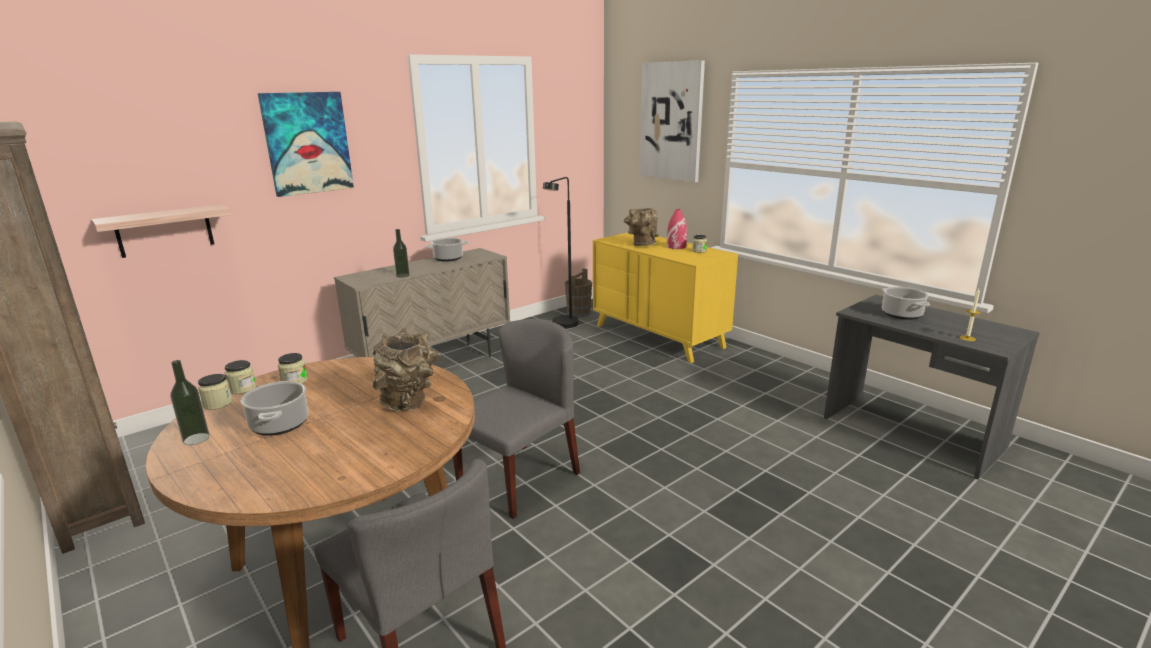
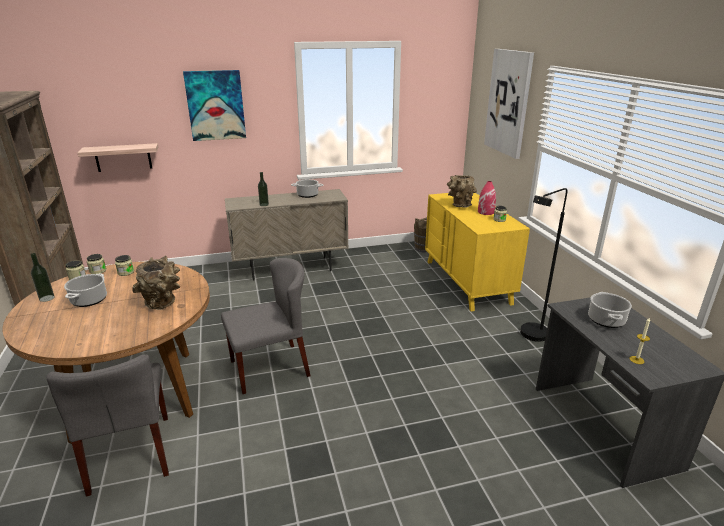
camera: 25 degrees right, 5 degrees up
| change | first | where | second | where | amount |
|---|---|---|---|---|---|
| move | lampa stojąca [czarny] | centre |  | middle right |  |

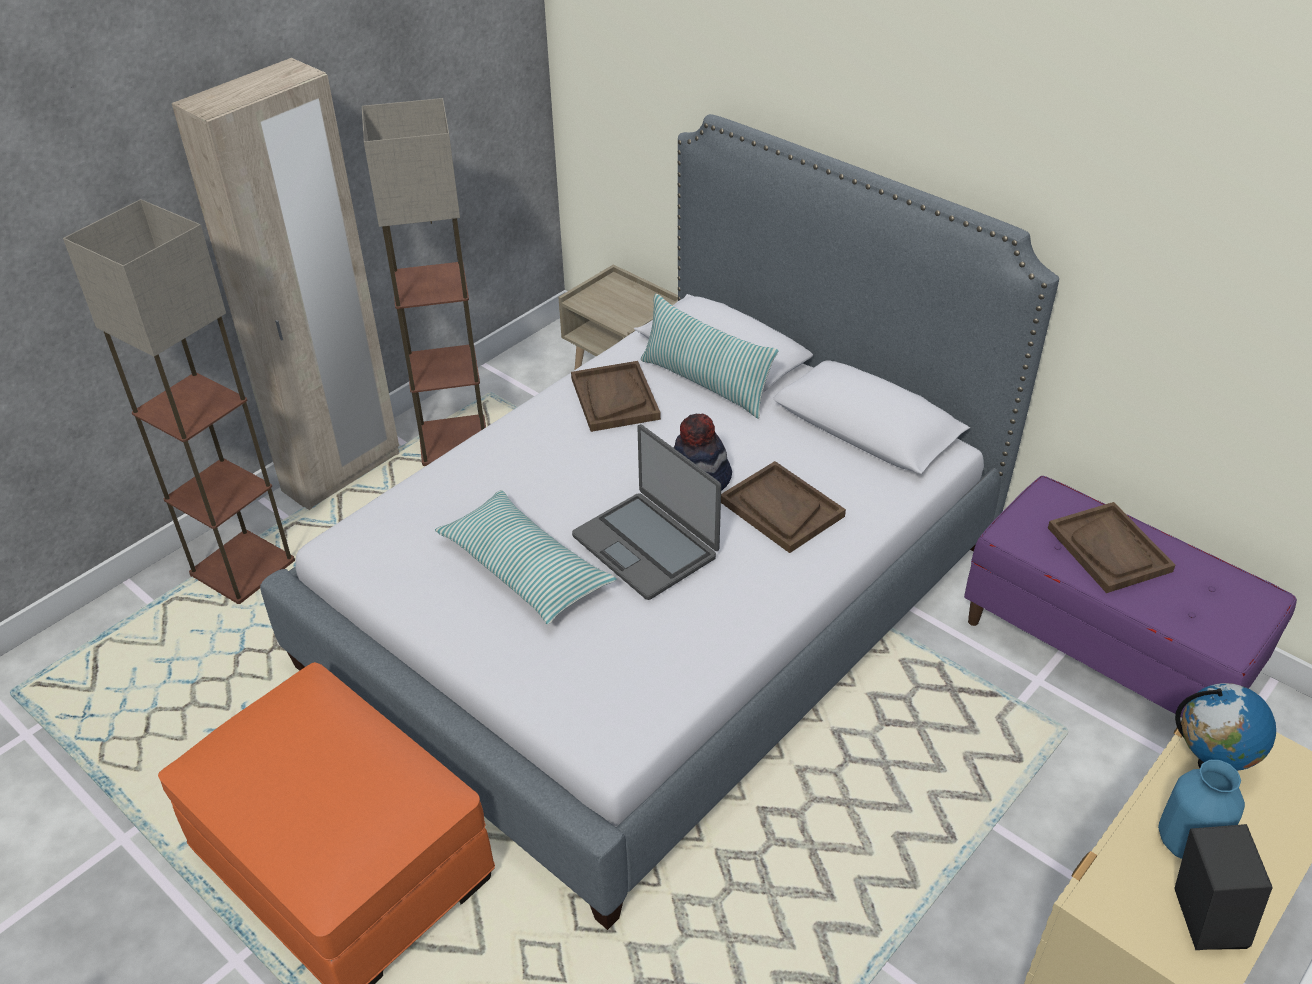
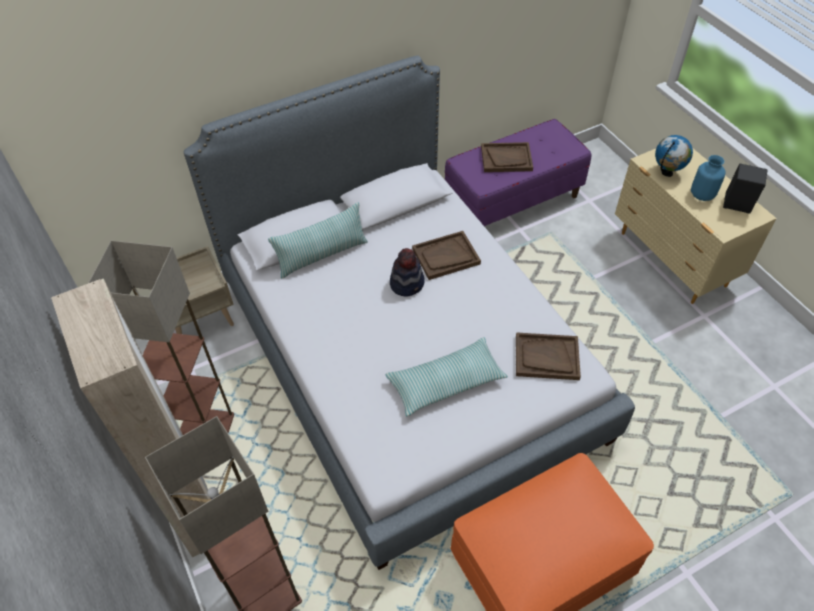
camera: 70 degrees left, 10 degrees up
| change | first | where | second | where | amount |
|---|---|---|---|---|---|
| delete | laptop | centre |  |  |  |
| move | taca [brązowy] (1st from left in the first image) | centre | taca [brązowy] (3rd from left) | middle right |  |

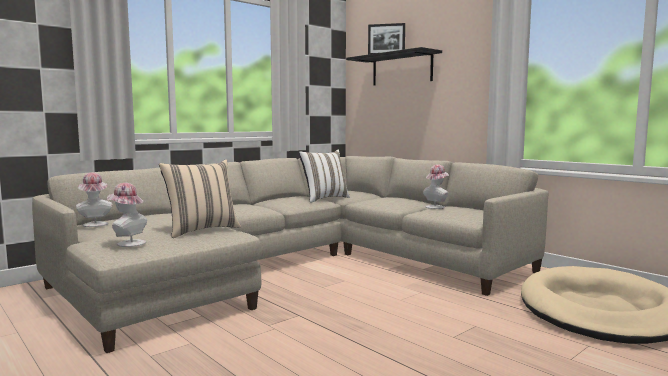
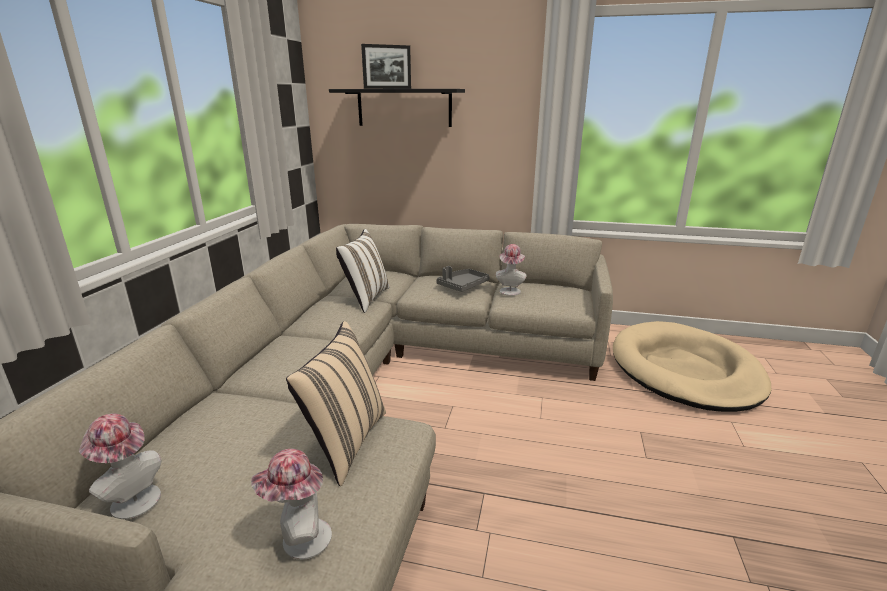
camera: 35 degrees left, 15 degrees up
| change | first | where | second | where | amount |
|---|---|---|---|---|---|
| insert |  |  | taca [szary] | centre |  |

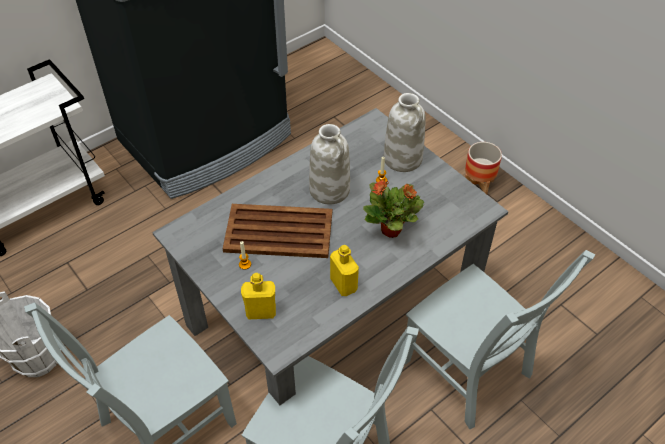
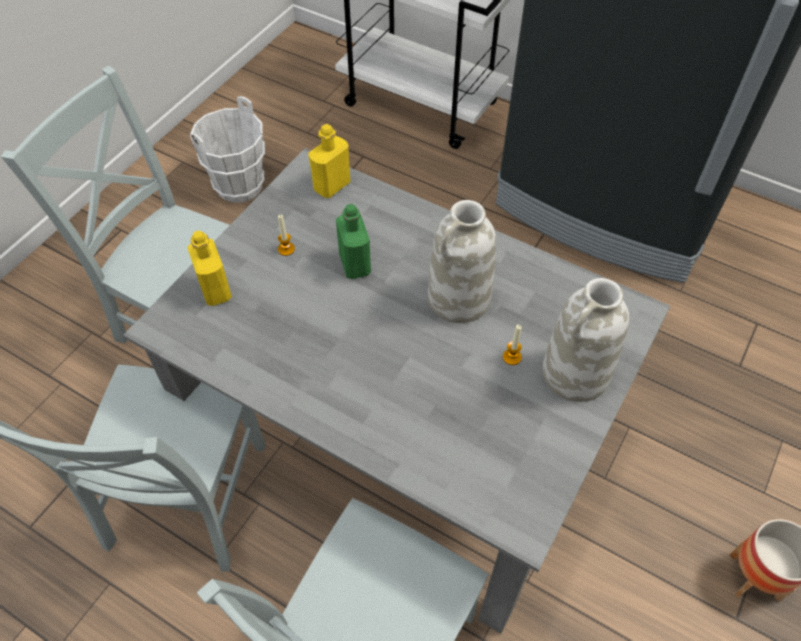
camera: 70 degrees right, 5 degrees up
| change | first | where | second | where | amount |
|---|---|---|---|---|---|
| delete | roślina doniczkowa | centre |  |  |  |
| move | butelka [żółty] (2nd from left) | centre |  | top centre |  |
| replace | taca [brązowy] | centre | butelka [zielony] | centre |  |

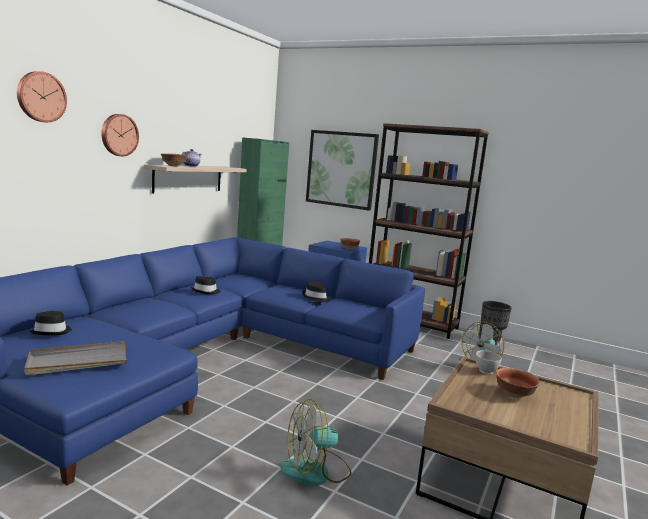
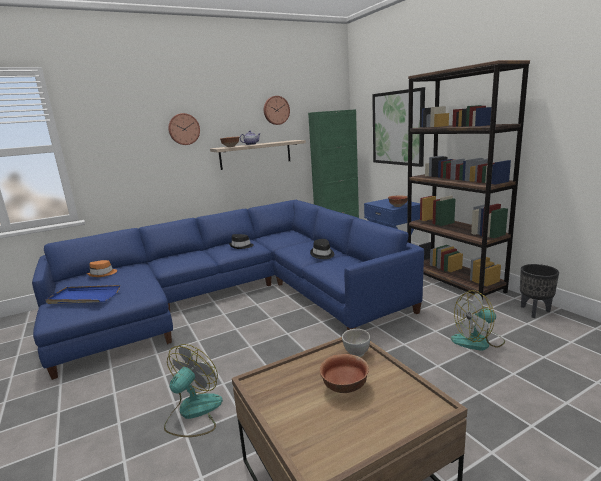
camera: 35 degrees right, 5 degrees up
| change | first | where | second | where | amount |
|---|---|---|---|---|---|
| move | zegar ścienny (1st from left in the first image) | top left | zegar ścienny (2nd from left) | top centre |  |
| recolor | taca [szary] | bottom left | taca [niebieski] | middle left |  |
| recolor | kapelusz [czarny] (1st from left) | middle left | kapelusz [pomarańczowy] | middle left |  |
| rotate | wentylator (1st from left) | bottom centre |  | bottom left | 105 degrees clockwise |

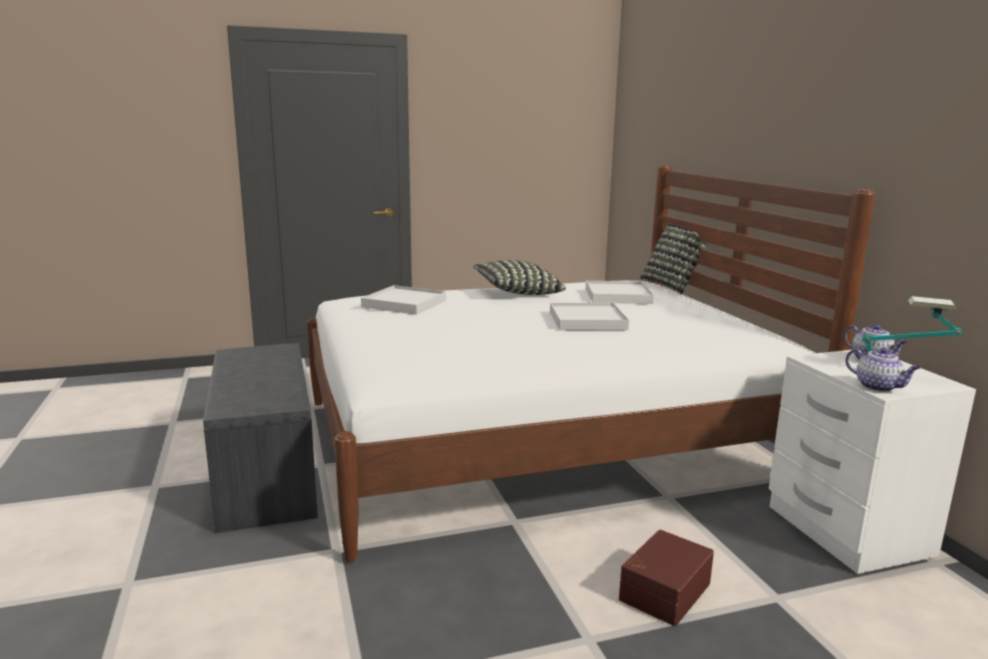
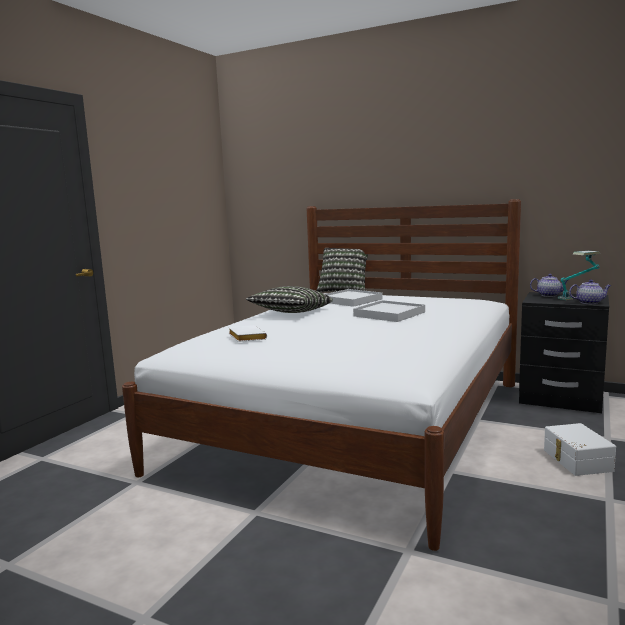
camera: 45 degrees left, 5 degrees down
| change | first | where | second | where | amount |
|---|---|---|---|---|---|
| delete | ławka [szary] | middle left |  |  |  |
| replace | taca [biały] (1st from left) | centre | książka [biały] | centre |  |
| recolor | pojemnik do przechowywania [brązowy] | bottom right | pojemnik do przechowywania [biały] | bottom right |  |
| recolor | szafka nocna [biały] | bottom right | szafka nocna [czarny] | middle right |  |

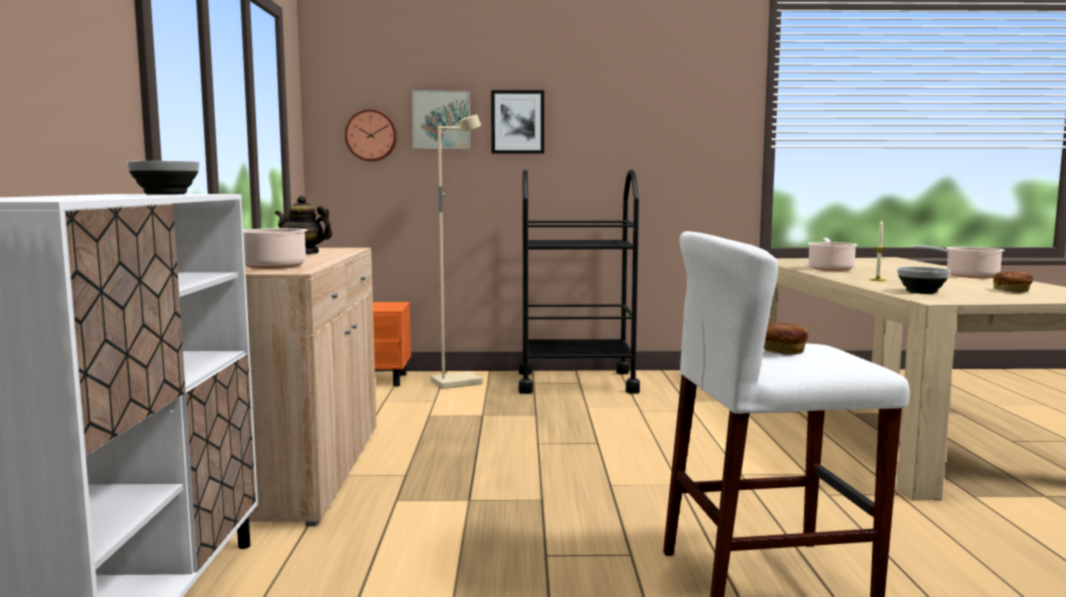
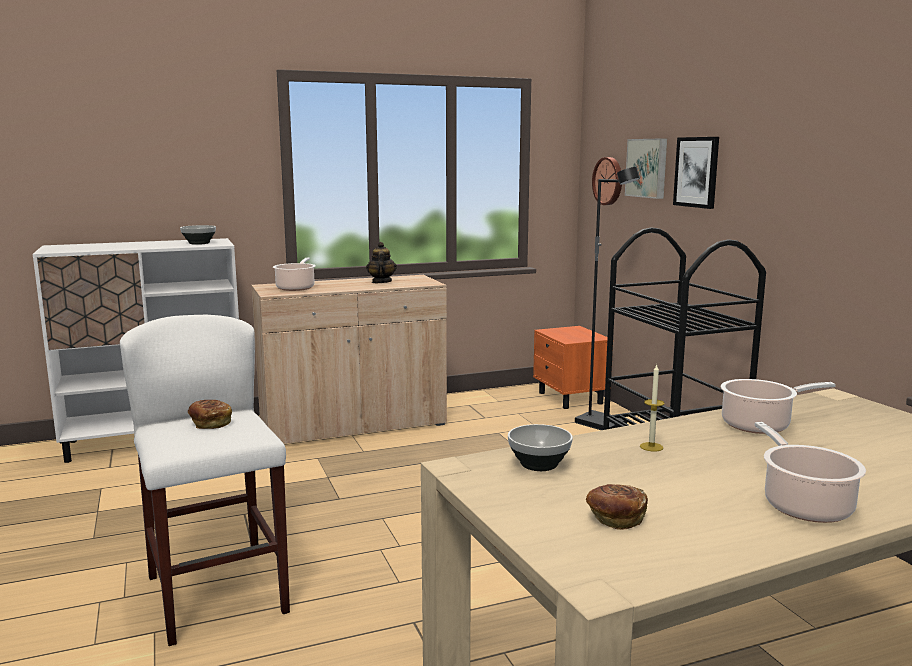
camera: 70 degrees right, 5 degrees up
| change | first | where | second | where | amount |
|---|---|---|---|---|---|
| recolor | lampa stojąca [beżowy] | centre | lampa stojąca [czarny] | centre |  |

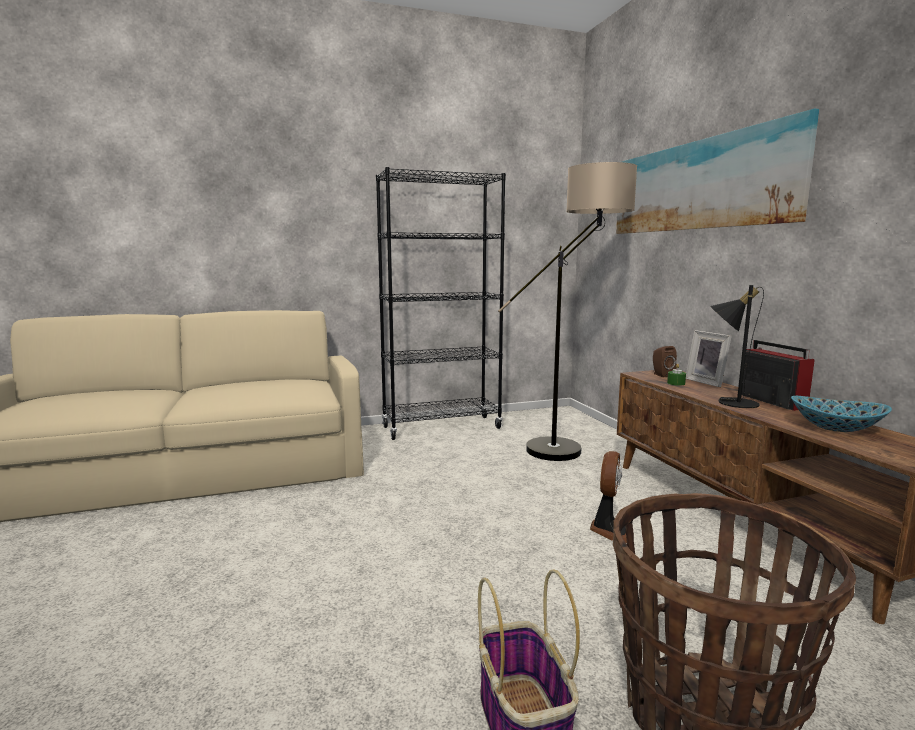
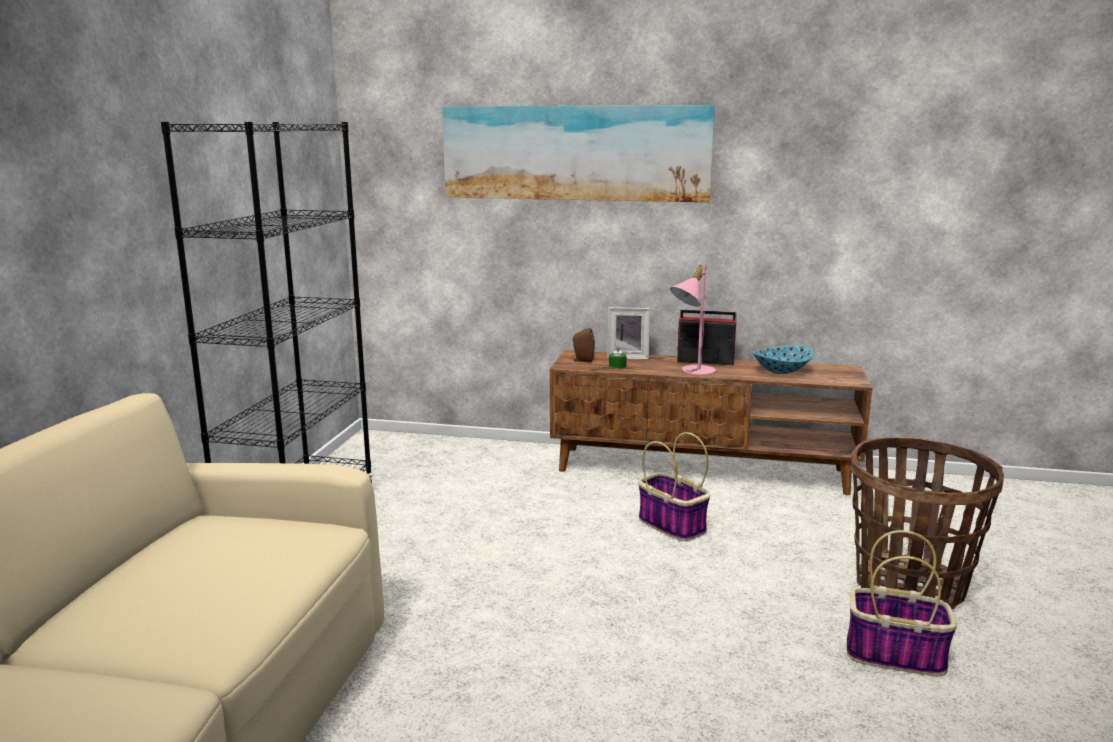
camera: 60 degrees left, 5 degrees up
| change | first | where | second | where | amount |
|---|---|---|---|---|---|
| delete | lampa stojąca | centre |  |  |  |
| replace | wentylator | bottom centre | koszyk (1st from left) | centre |  |
| recolor | lampa stołowa [czarny] | middle right | lampa stołowa [różowy] | centre |  |

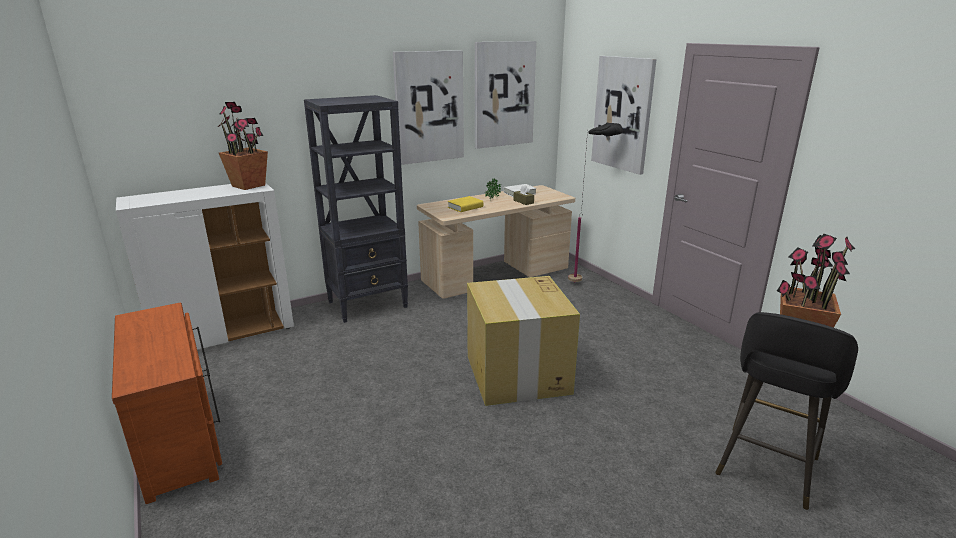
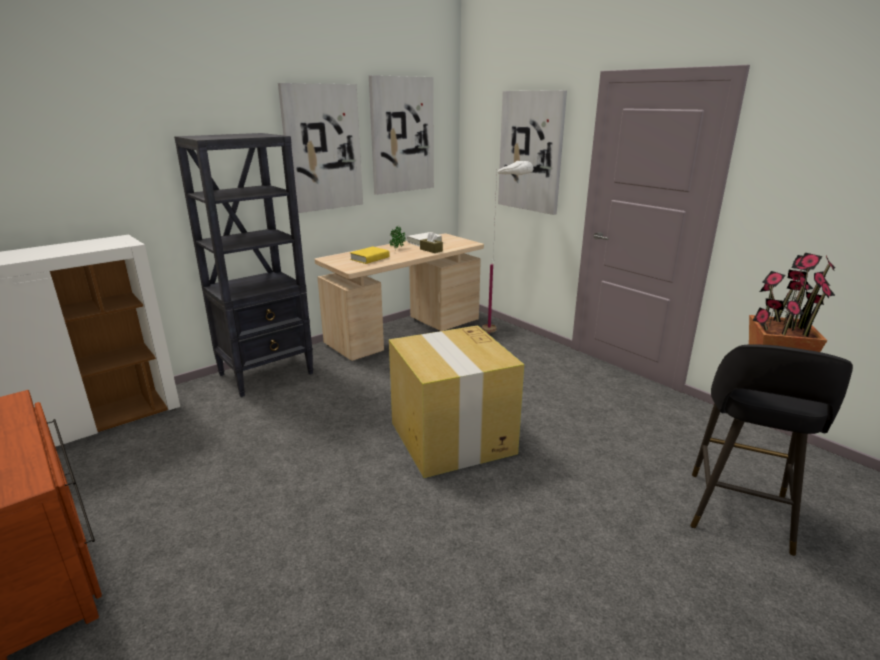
camera: 10 degrees left, 0 degrees up
| change | first | where | second | where | amount |
|---|---|---|---|---|---|
| delete | roślina doniczkowa (1st from left) | top left |  |  |  |
| recolor | lampa stojąca [czarny] | centre | lampa stojąca [biały] | centre |  |

